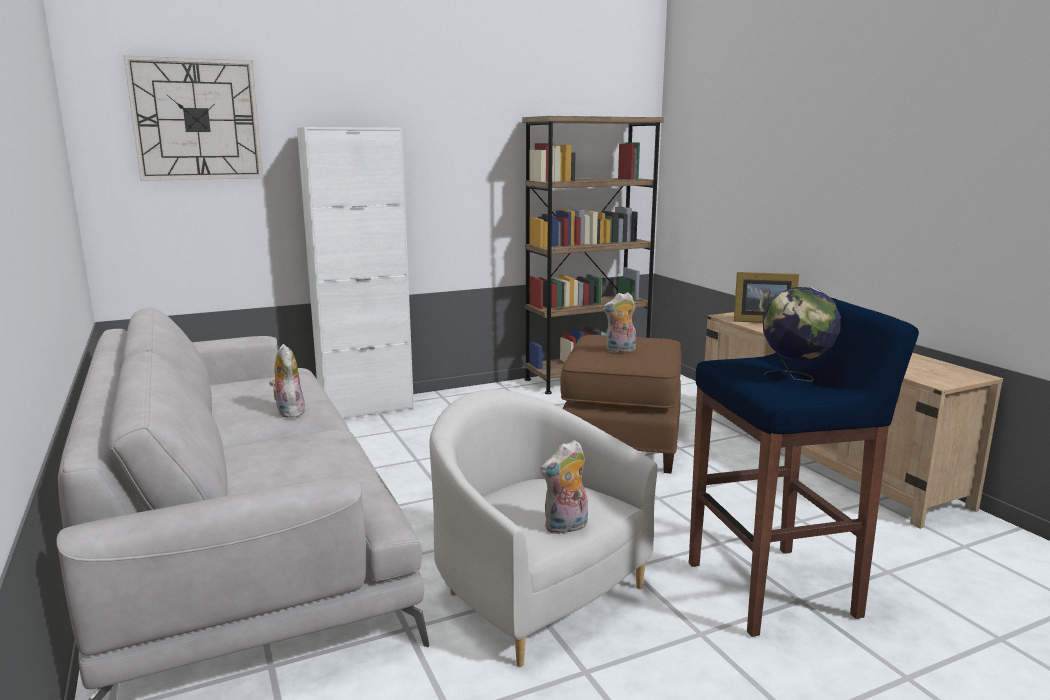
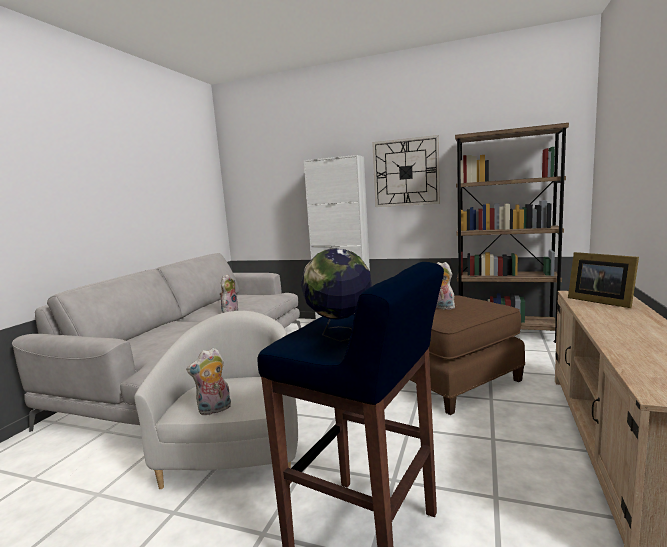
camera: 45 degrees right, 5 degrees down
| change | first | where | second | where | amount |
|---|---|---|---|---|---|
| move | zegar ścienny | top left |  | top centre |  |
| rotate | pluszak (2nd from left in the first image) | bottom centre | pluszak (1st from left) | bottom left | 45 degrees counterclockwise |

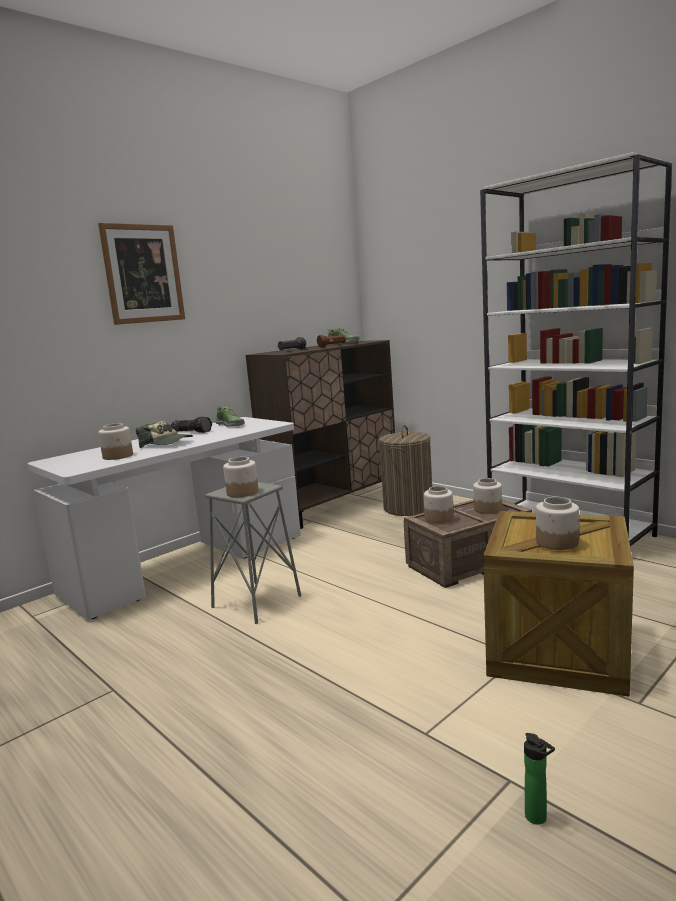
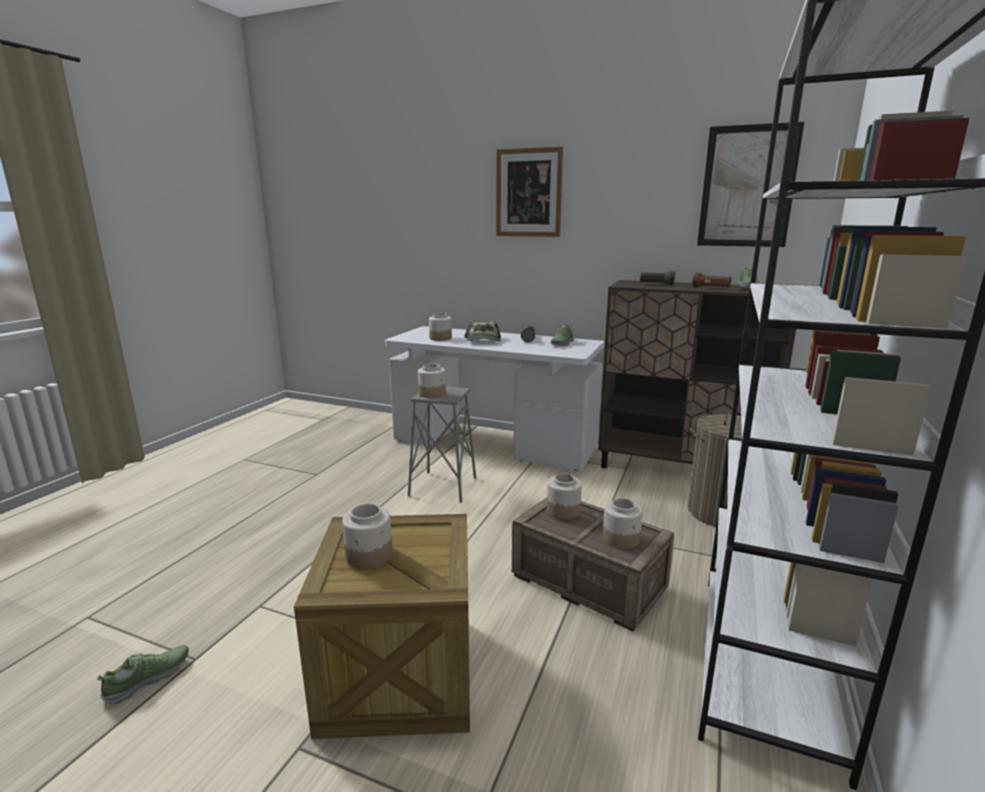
camera: 65 degrees right, 5 degrees up
| change | first | where | second | where | amount |
|---|---|---|---|---|---|
| insert |  |  | obraz (2nd from left) | top right |  |
| replace | butelka | bottom right | but (1st from left) | bottom left |  |

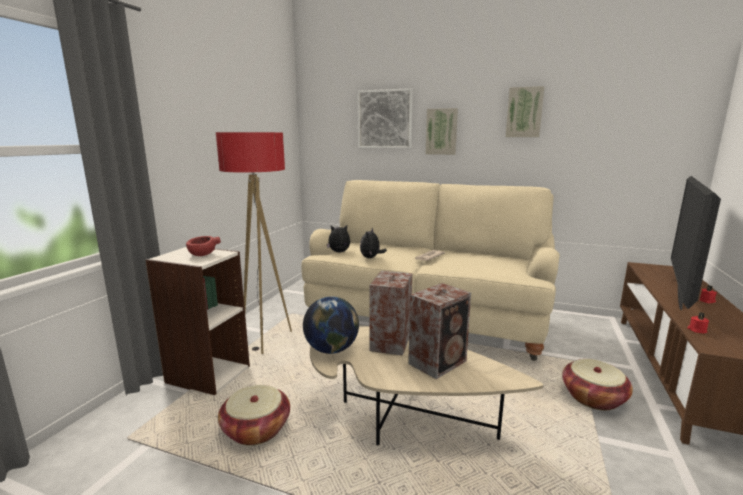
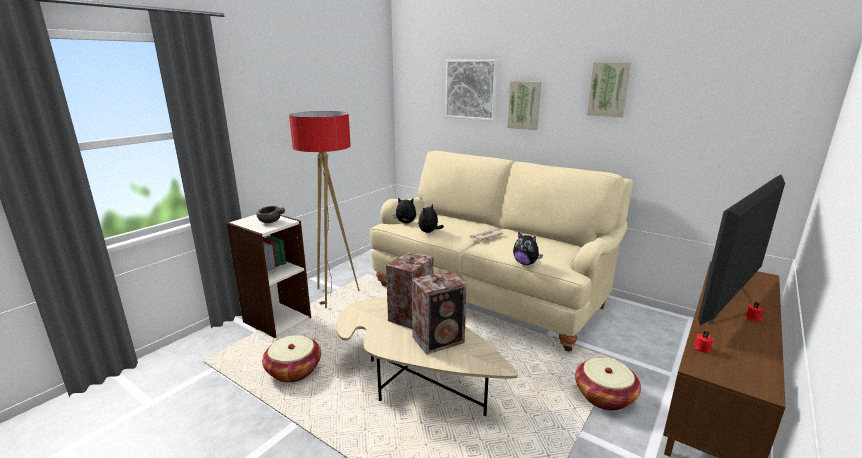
camera: 15 degrees right, 5 degrees up
| change | first | where | second | where | amount |
|---|---|---|---|---|---|
| delete | globus | centre |  |  |  |
| insert |  |  | pluszak (3rd from left) | centre |  |
| recolor | miska [czerwony] | middle left | miska [szary] | middle left |  |

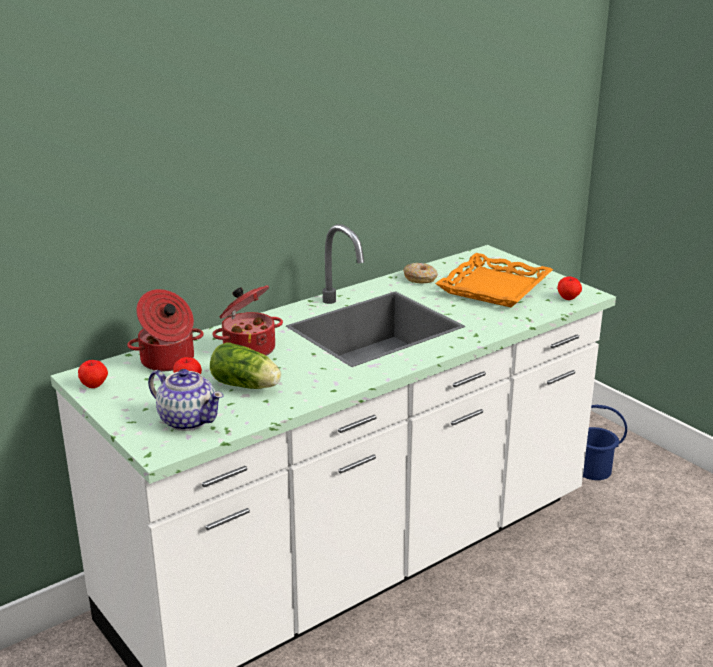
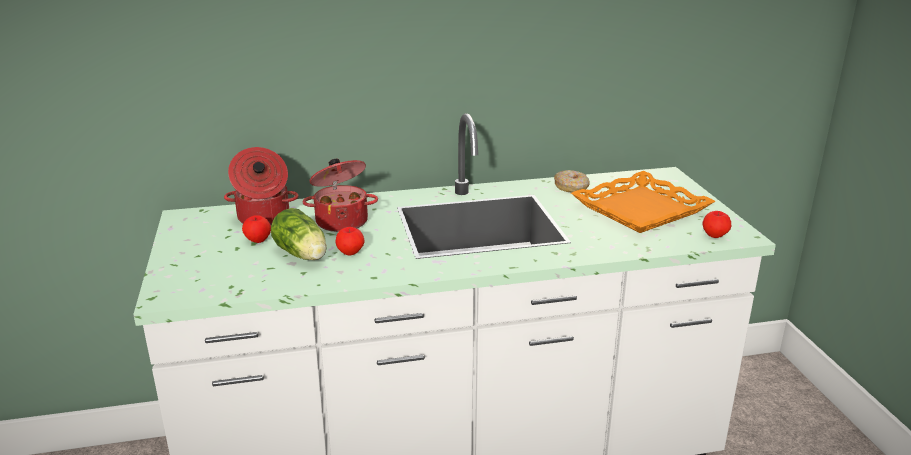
camera: 25 degrees right, 0 degrees up
| change | first | where | second | where | amount |
|---|---|---|---|---|---|
| delete | imbryk | middle left |  |  |  |
| delete | wiadro [niebieski] | middle right |  |  |  |
| move | jabłko (1st from left in the first image) | middle left | jabłko (2nd from left) | centre |  |

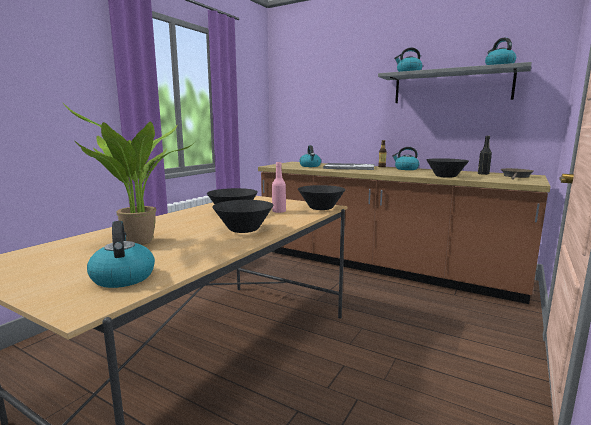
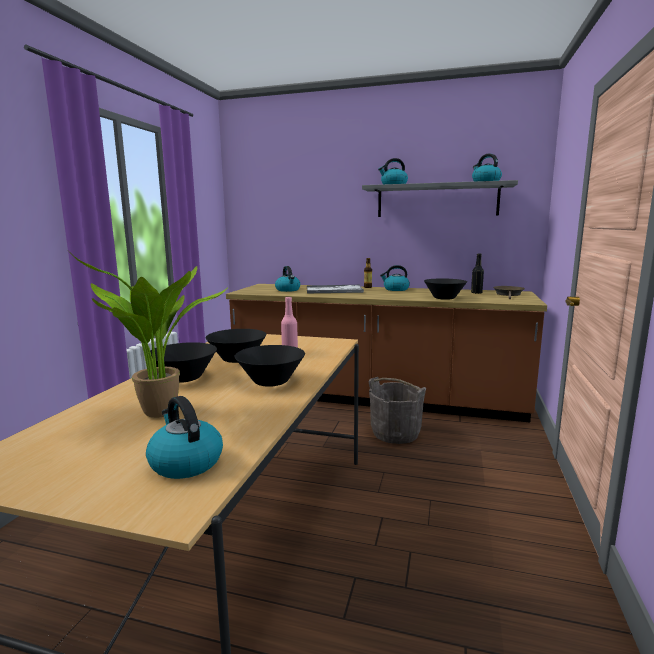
camera: 15 degrees left, 0 degrees up
| change | first | where | second | where | amount |
|---|---|---|---|---|---|
| insert |  |  | wiadro [szary] | centre |  |
| move | miska [czarny] (3rd from left in the first image) | centre | miska [czarny] (1st from left) | middle left |  |

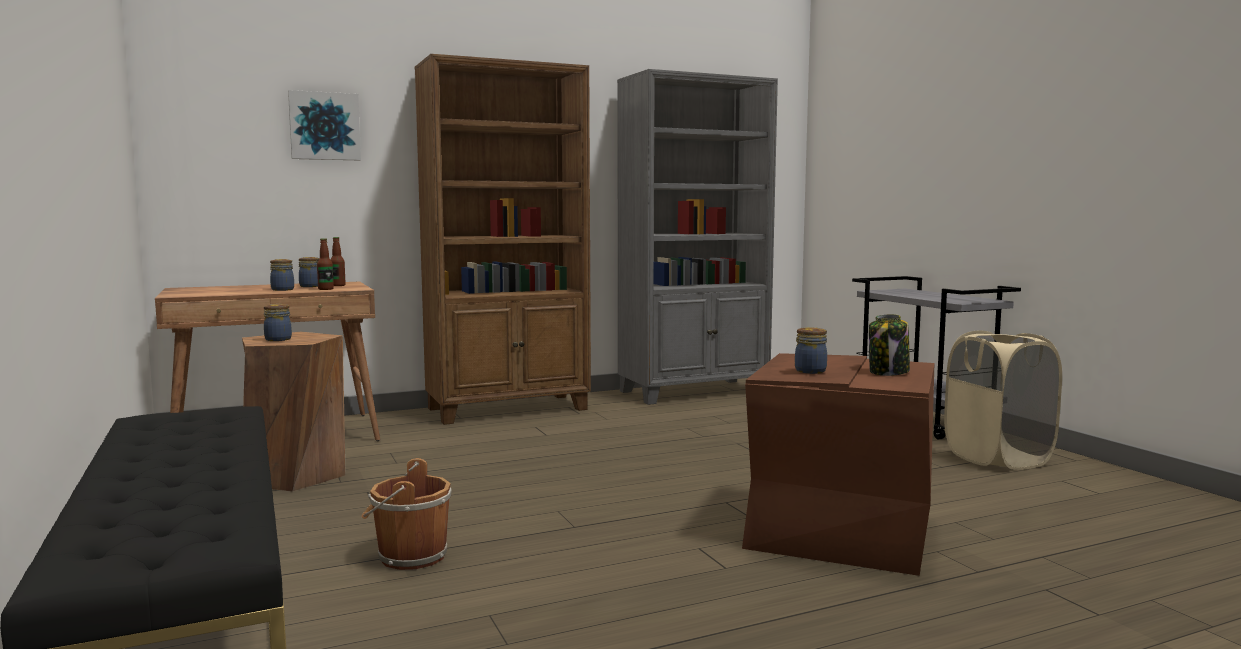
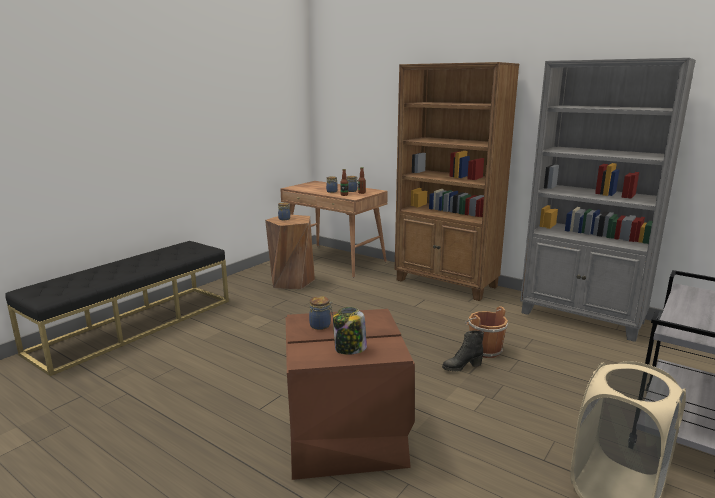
camera: 60 degrees right, 10 degrees up
| change | first | where | second | where | amount |
|---|---|---|---|---|---|
| delete | obraz | top left |  |  |  |
| insert |  |  | but z cholewką [czarny] | bottom centre |  |
| move | wiadro [brązowy] | bottom left |  | bottom right |  |

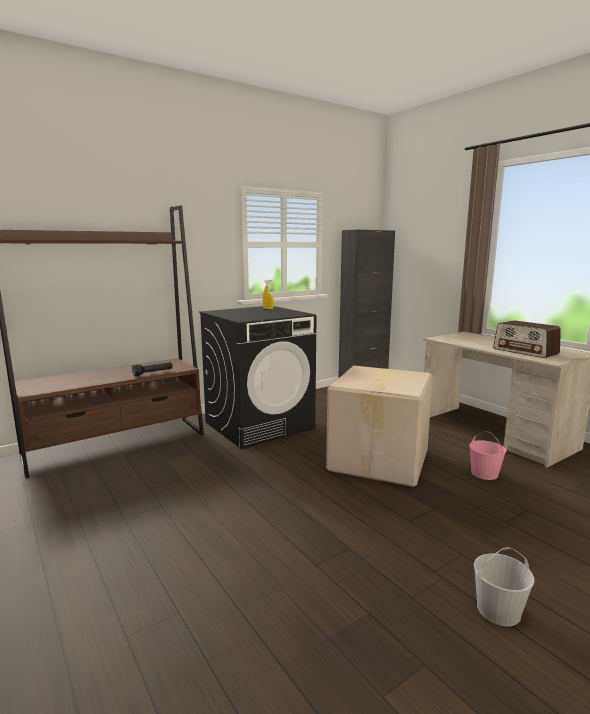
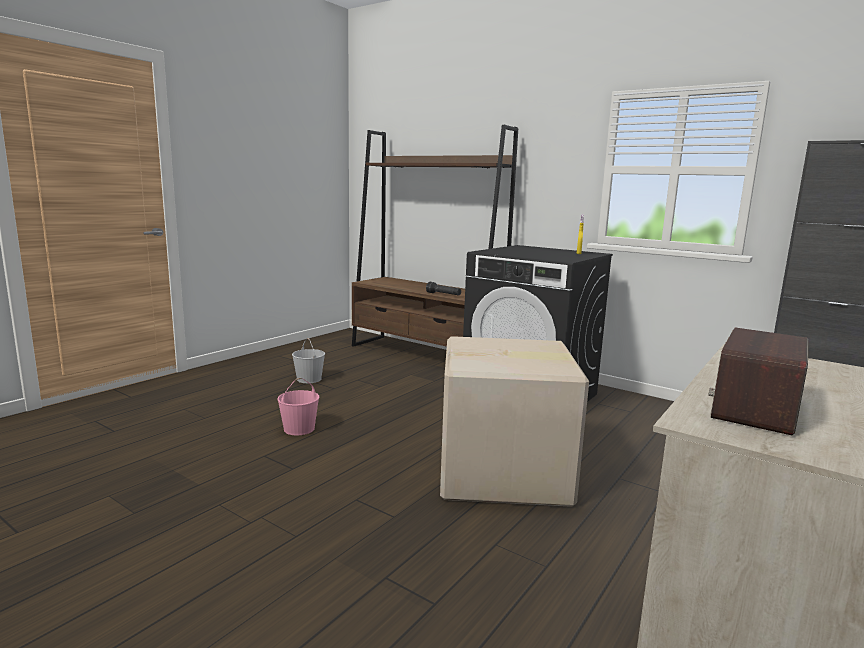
camera: 70 degrees right, 0 degrees up
| change | first | where | second | where | amount |
|---|---|---|---|---|---|
| move | wiadro [różowy] | middle right |  | centre |  |
| move | wiadro [biały] | bottom right |  | centre |  |

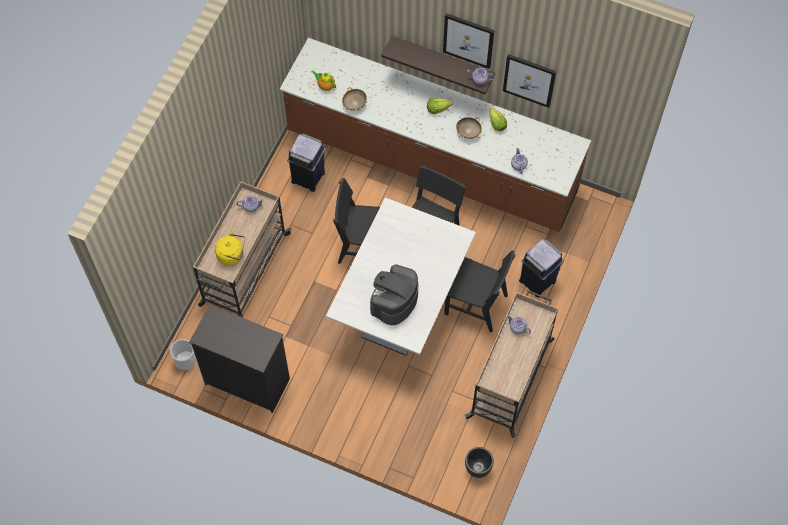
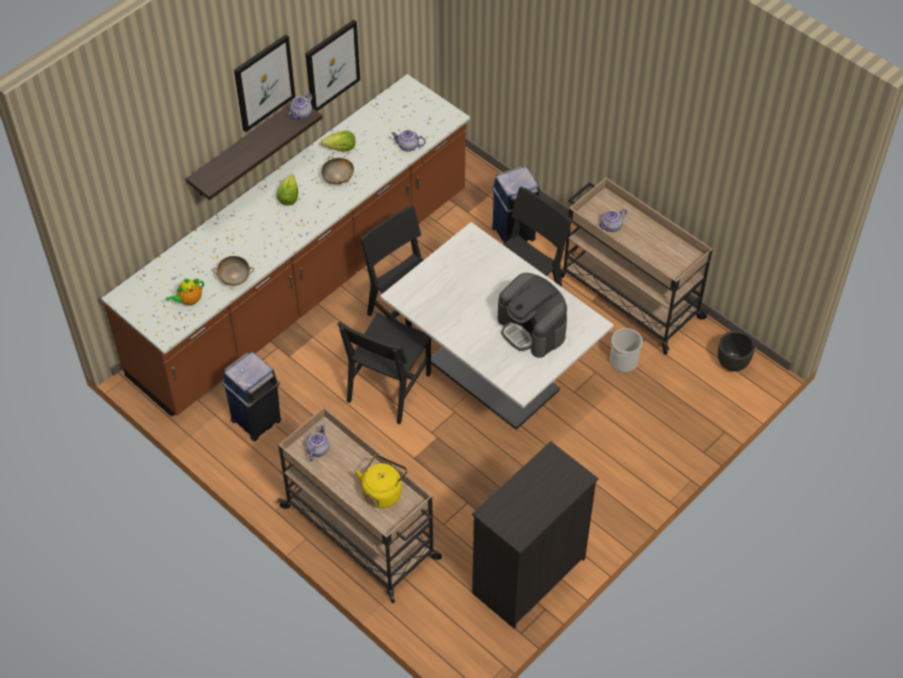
camera: 70 degrees left, 10 degrees down
| change | first | where | second | where | amount |
|---|---|---|---|---|---|
| move | wiadro | bottom left |  | middle right |  |

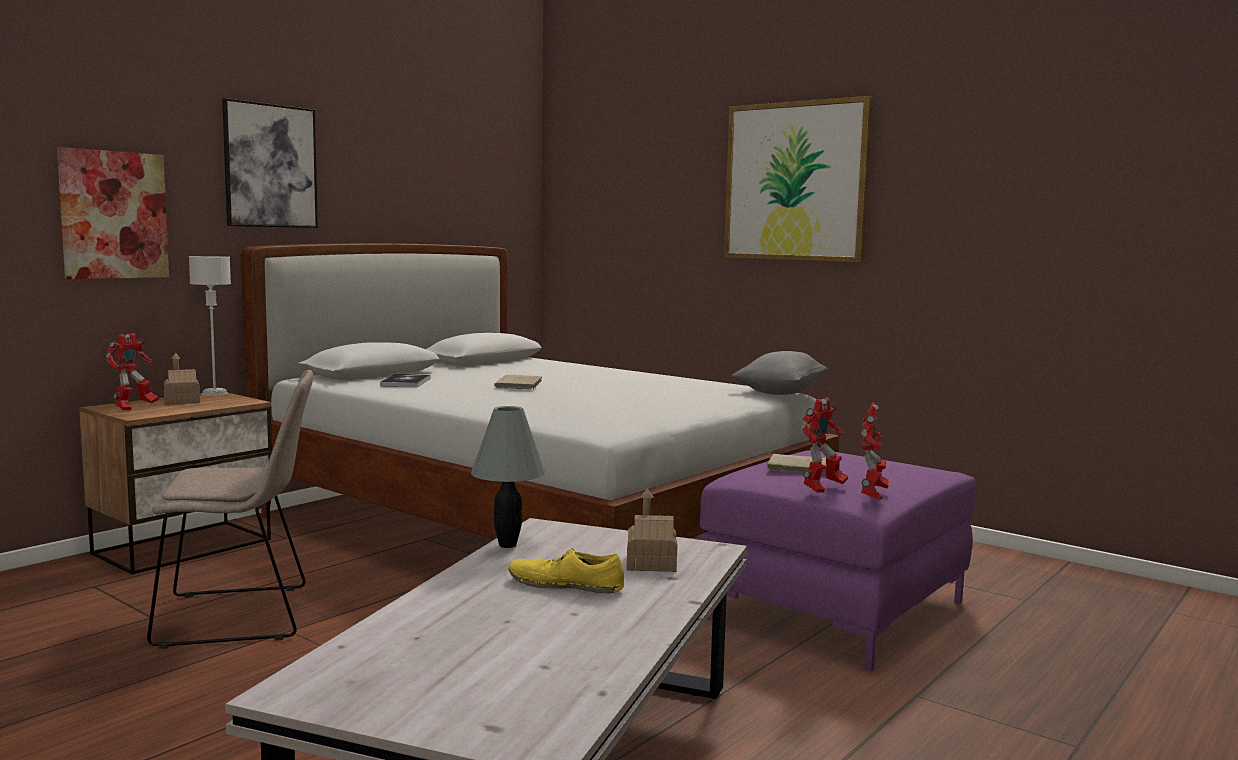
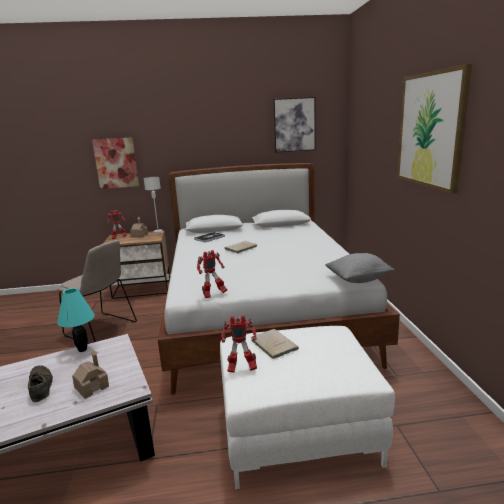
camera: 45 degrees right, 10 degrees up
| change | first | where | second | where | amount |
|---|---|---|---|---|---|
| move | obraz (2nd from left) | top left |  | top centre |  |
| move | robot zabawkowy (3rd from left in the first image) | middle right | robot zabawkowy (2nd from left) | centre |  |
| recolor | lampa stołowa [szary] (2nd from left) | centre | lampa stołowa [turkusowy] | middle left |  |
| recolor | but [żółty] | bottom centre | but [brązowy] | bottom left |  |
| recolor | pufa [fioletowy] | bottom right | pufa [biały] | bottom centre |  |

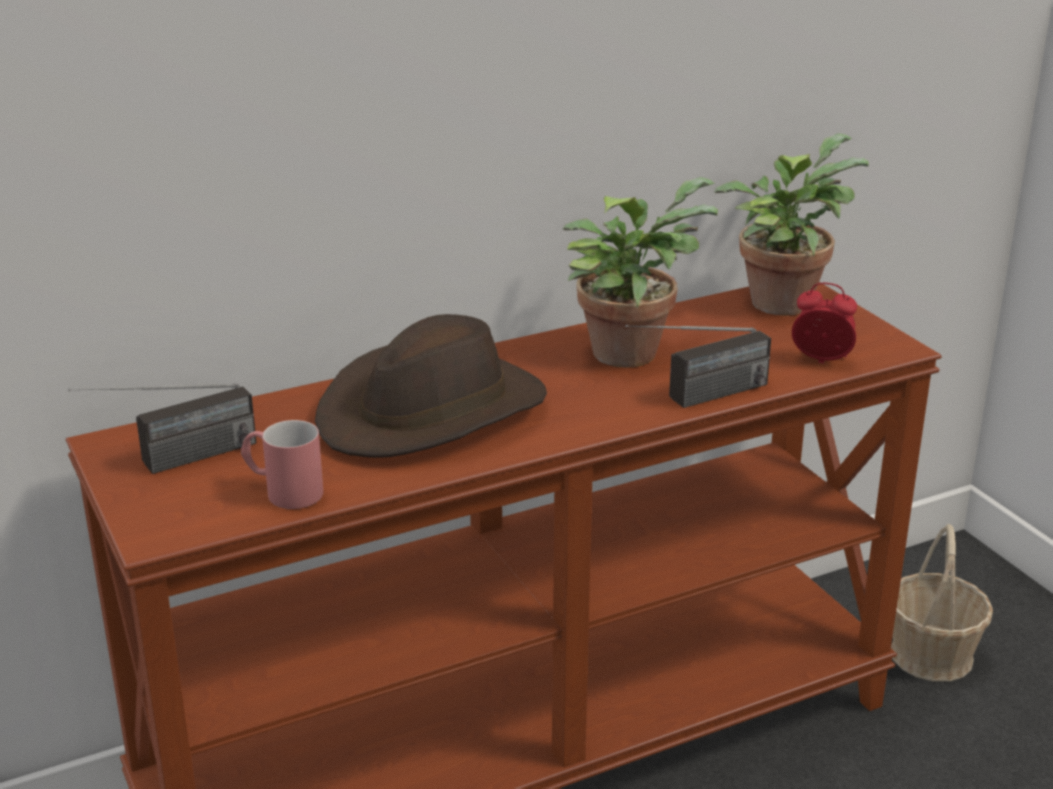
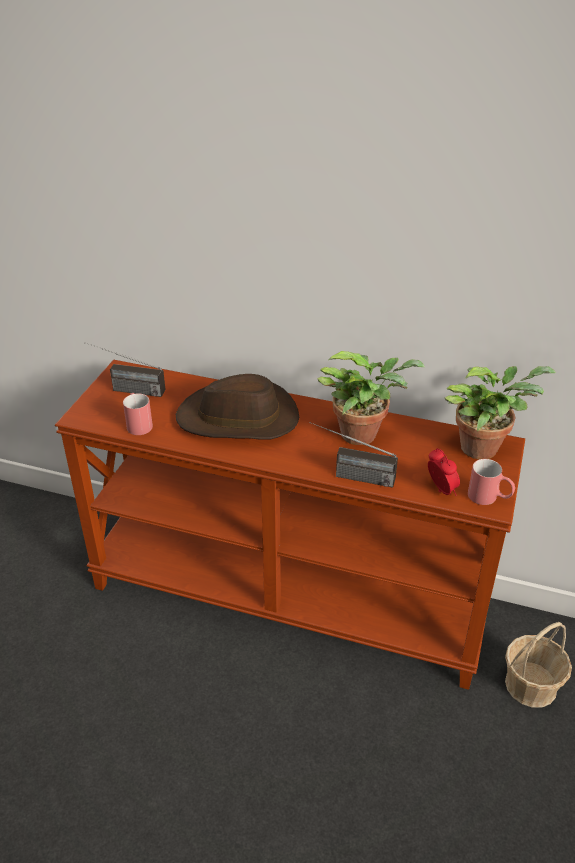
camera: 45 degrees right, 10 degrees up
| change | first | where | second | where | amount |
|---|---|---|---|---|---|
| insert |  |  | kubek [czerwony] (2nd from left) | middle right |  |

